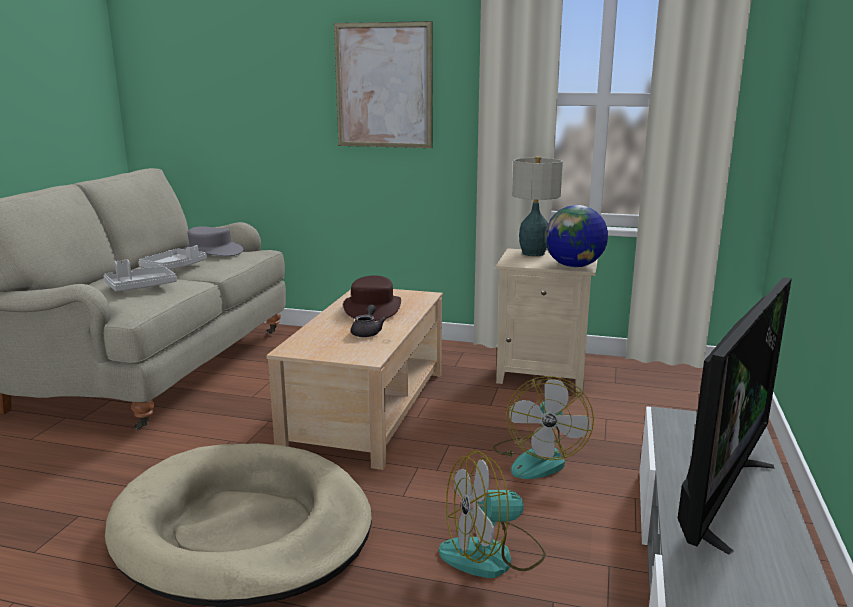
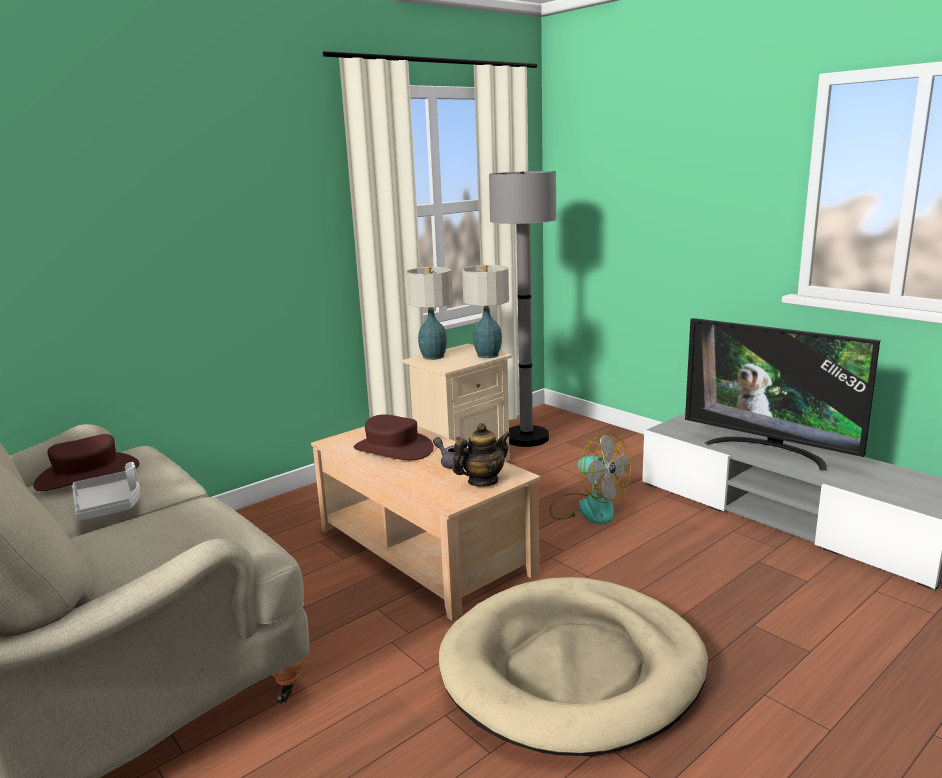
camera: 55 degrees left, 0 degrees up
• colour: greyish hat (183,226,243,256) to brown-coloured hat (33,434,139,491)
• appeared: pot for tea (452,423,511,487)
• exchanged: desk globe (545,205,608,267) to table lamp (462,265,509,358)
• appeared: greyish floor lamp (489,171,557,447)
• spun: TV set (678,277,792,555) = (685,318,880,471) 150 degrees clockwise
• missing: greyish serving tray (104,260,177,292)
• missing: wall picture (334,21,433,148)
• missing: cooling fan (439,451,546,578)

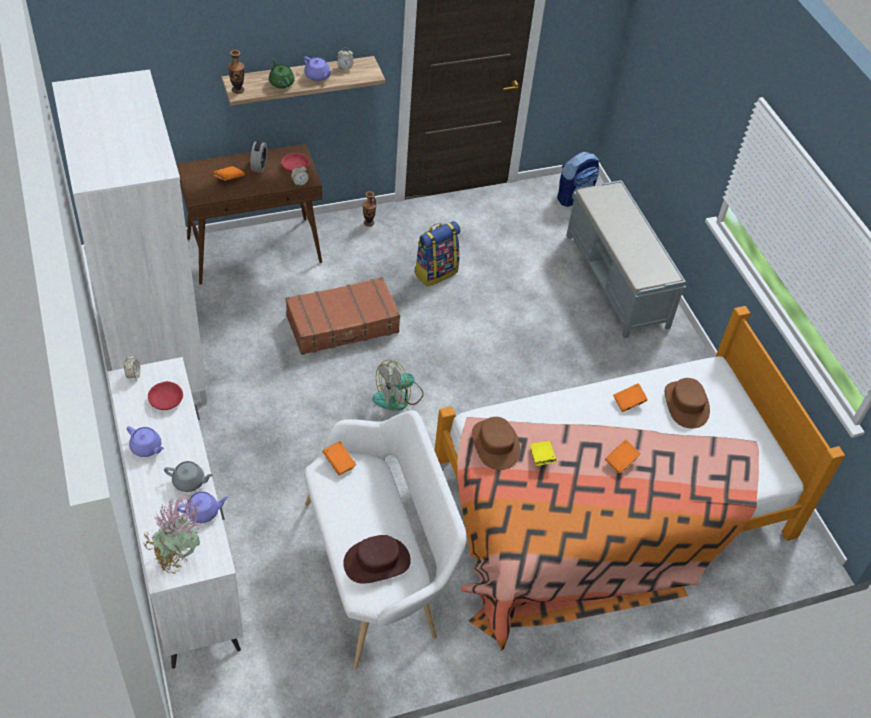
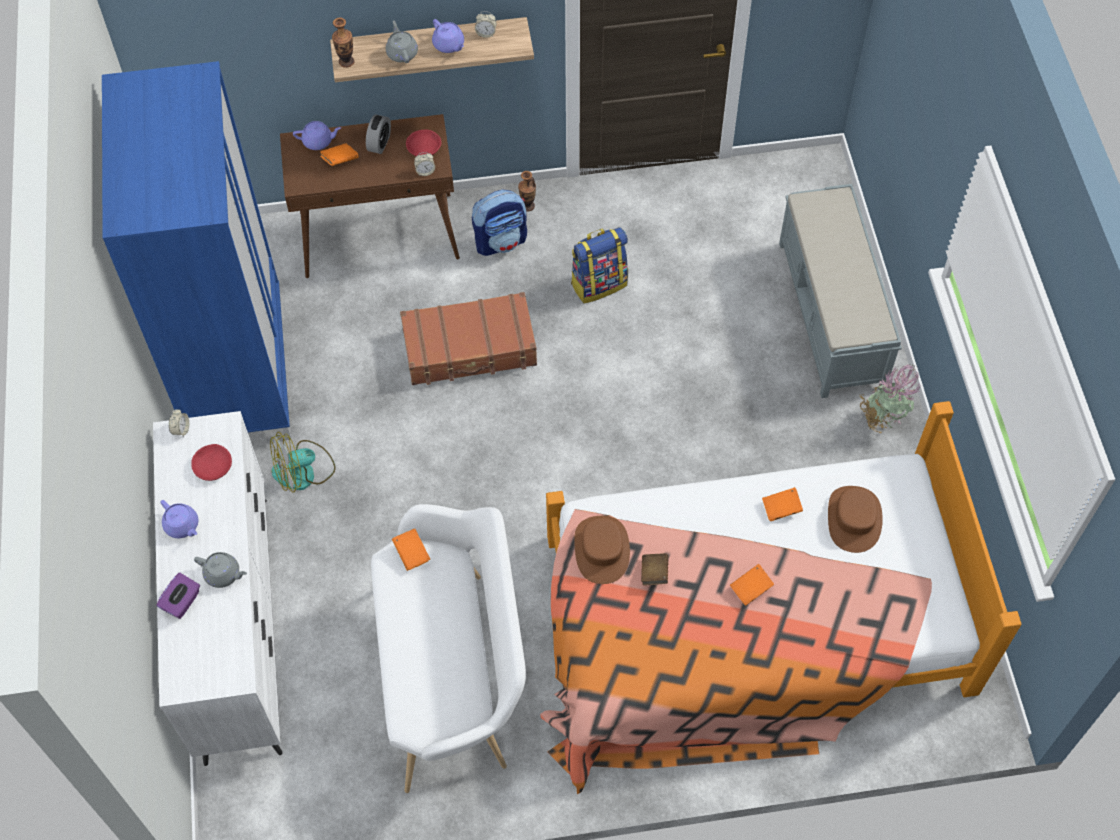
camera: 15 degrees right, 10 degrees up
• colour: whitish clothes cupboard (52,69,207,404) to blue clothes cupboard (102,61,291,440)
• appeared: purplish tissue box (156,573,200,619)
• relocated: cooling fan (373,360,424,411) to (270,432,336,492)
• relocated: purplish pot for tea (177,491,229,523) to (293,121,341,150)
• colour: green-coloured pot for tea (269,58,295,89) to greyish pot for tea (386,20,418,63)
• relocated: backpack (557,152,599,207) to (472,190,527,256)
• colour: yellow volume (530,441,557,466) to brown-coloured volume (641,553,668,586)
• relocated: plant in a pot (144,495,202,574) to (860,365,921,433)
• missing: brown-coloured hat (343,535,411,584)

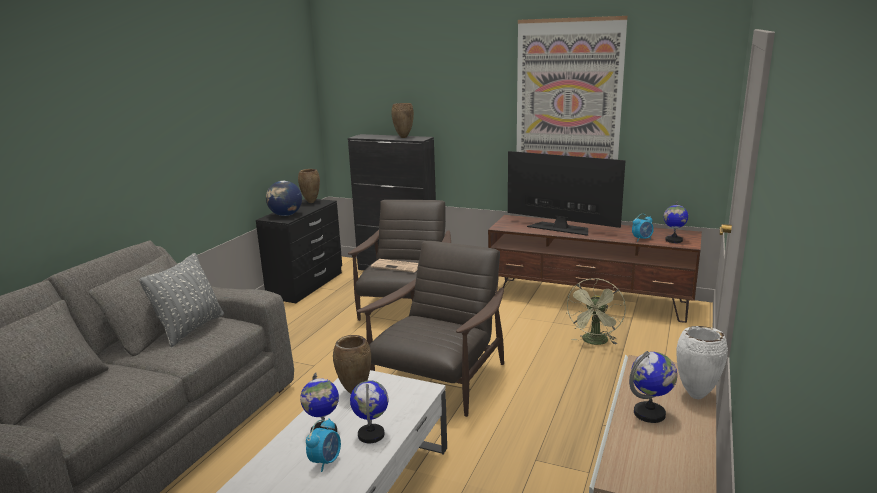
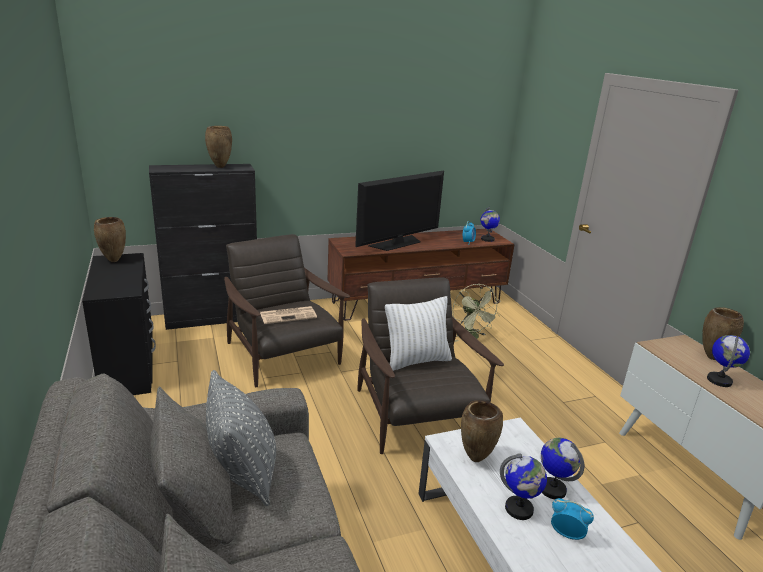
camera: 45 degrees left, 5 degrees up
• spun: TV set (508,151,626,236) = (355,171,444,251) 150 degrees clockwise
• appeared: whitish cushion (385,296,452,371)
• spun: alarm clock (306,418,341,472) = (551,498,594,540) 45 degrees counterclockwise
• colour: whitish vase (677,326,728,399) to brown-coloured vase (702,307,744,360)
• missing: desk globe (266,181,302,216)
• missing: wall picture (517,16,628,160)

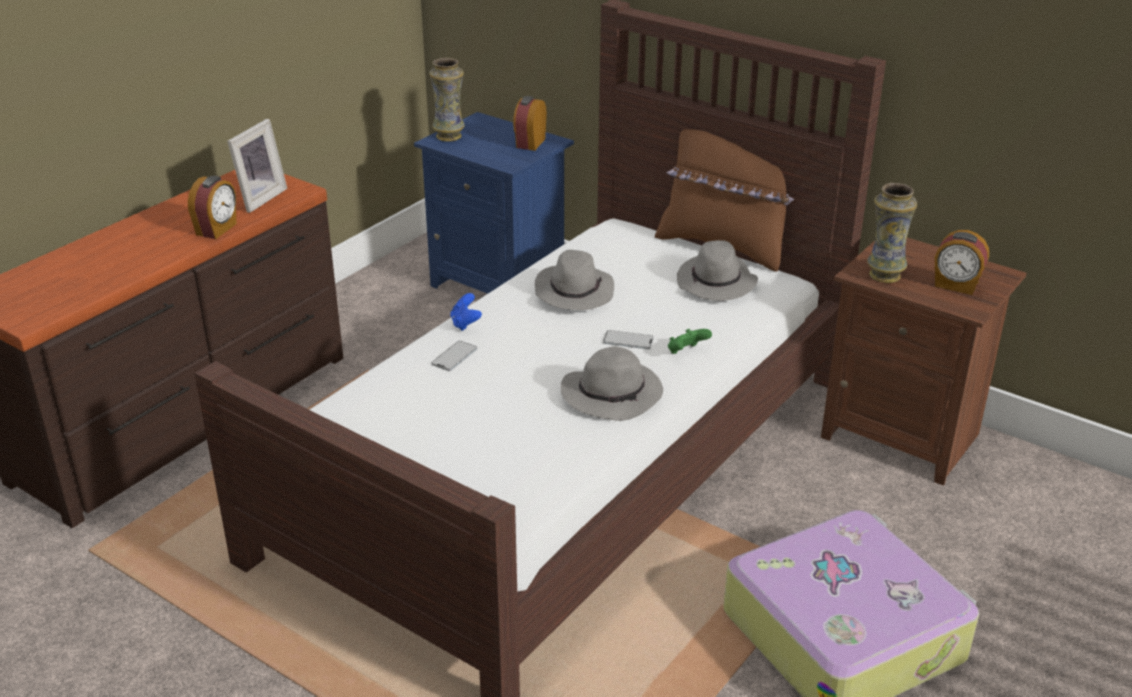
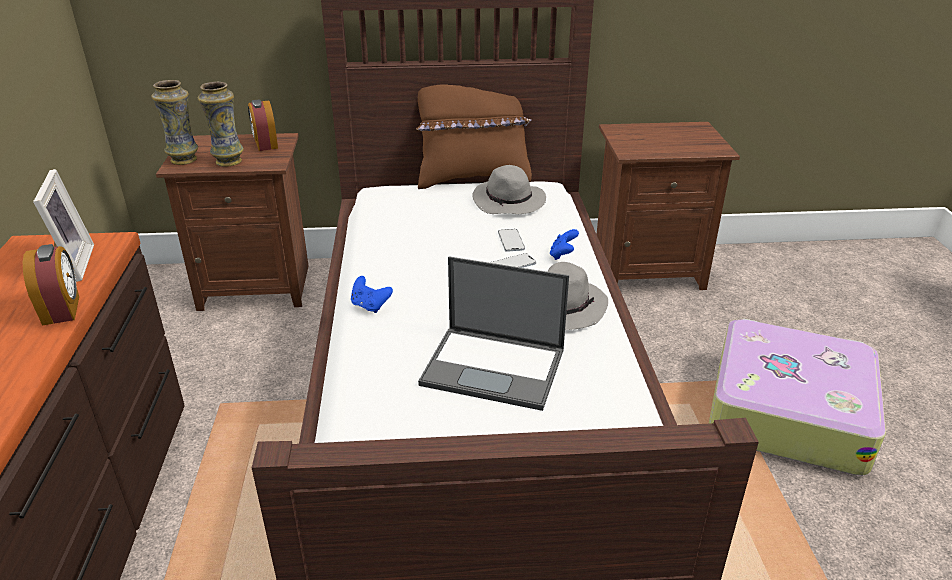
camera: 40 degrees left, 0 degrees up
• colour: blue night table (414,112,574,294) to brown-coloured night table (156,133,309,311)
• relocated: vase (867,183,917,283) to (198,82,244,167)
• appeared: laptop (418,256,569,411)
• relocated: phone (432,341,477,371) to (498,229,525,252)
• colour: green-coloured gamepad (668,329,712,354) to blue gamepad (550,229,579,260)
• missing: greyish hat (535,250,614,310)
• missing: alarm clock (935,230,989,295)

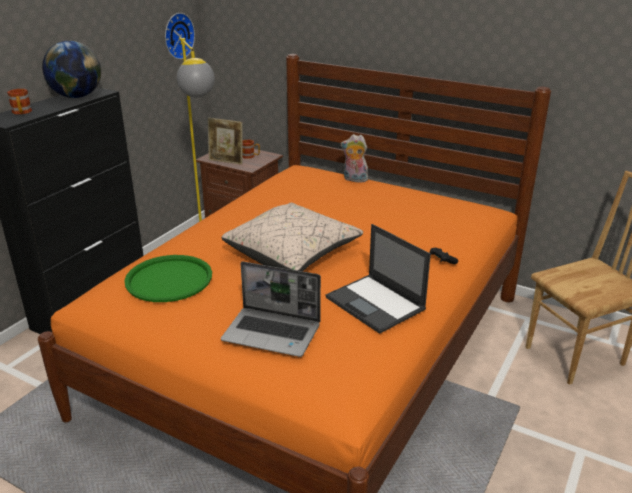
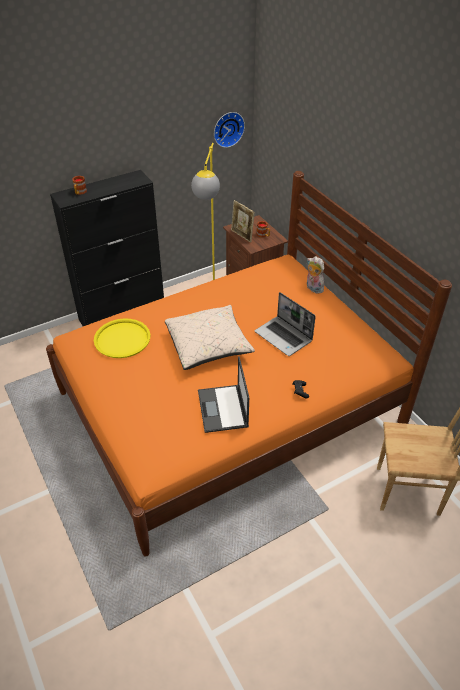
camera: 30 degrees right, 15 degrees up
• colour: green-coloured serving tray (124,255,212,302) to yellow serving tray (94,318,151,358)
• relocated: laptop (221,262,321,357) to (255,292,316,356)
• missing: desk globe (42,41,101,98)

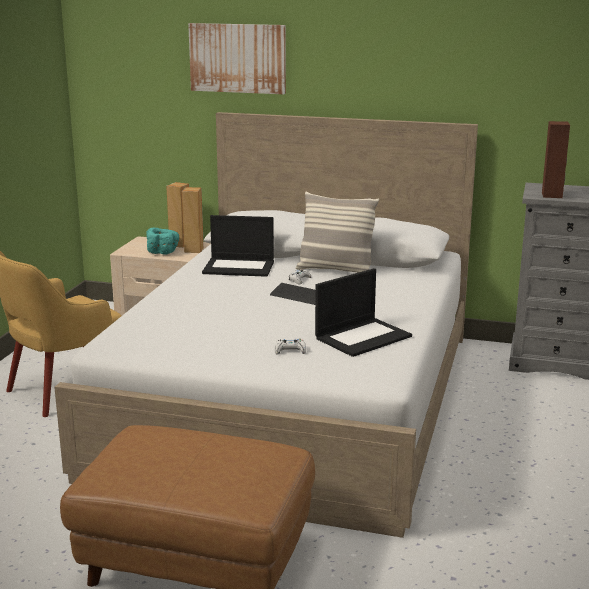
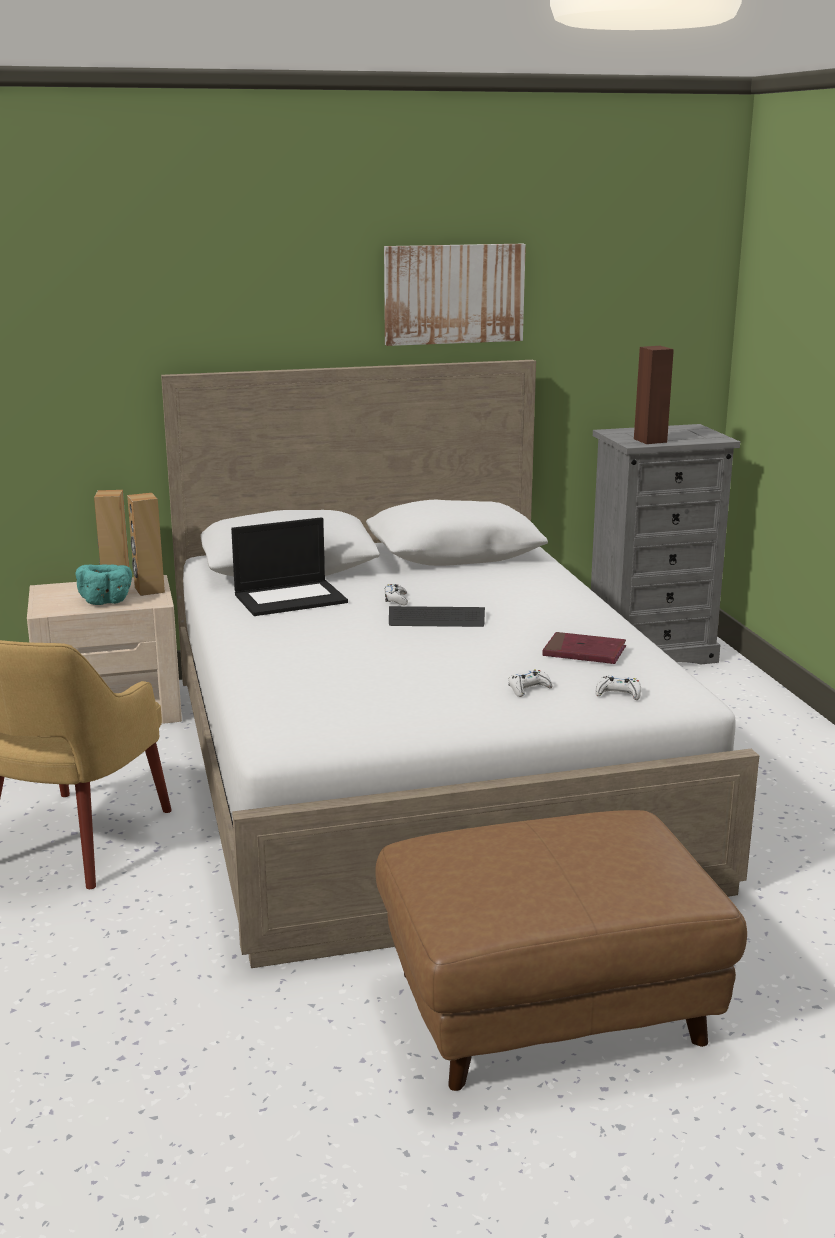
camera: 30 degrees left, 0 degrees up
• relocated: wall picture (188,23,286,94) to (384,244,526,346)
• exchanged: laptop (315,268,412,357) to red volume (543,632,626,664)
• appeared: whitish gamepad (595,676,641,700)
• missing: cushion (296,192,379,273)

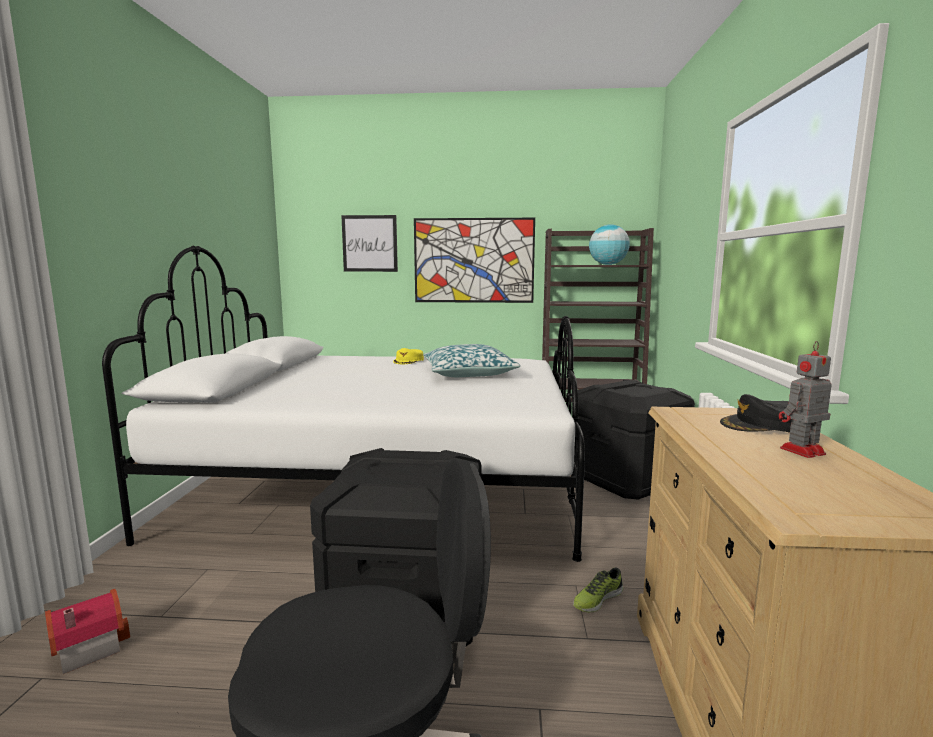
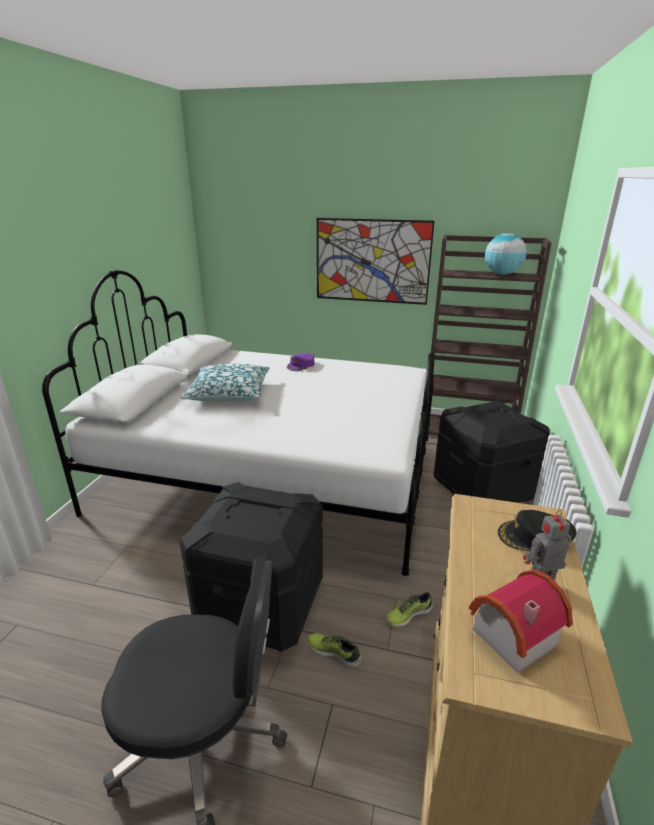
camera: 10 degrees right, 15 degrees up
• relocated: cushion (423,344,520,377) to (180,364,270,401)
• colour: yellow baseball cap (393,348,424,364) to purplish baseball cap (287,353,314,371)
• appeared: shoe (307,633,362,667)
• relocated: toy house (45,589,130,674) to (469,570,573,673)
• missing: wall picture (341,215,398,272)

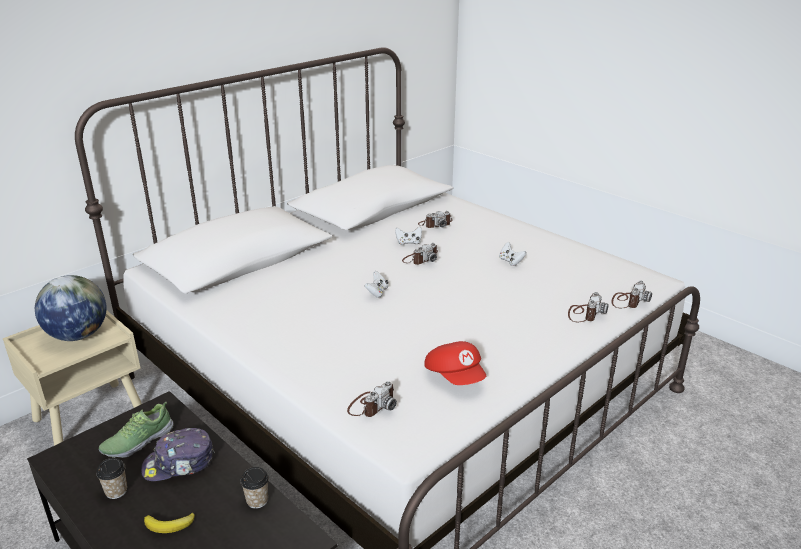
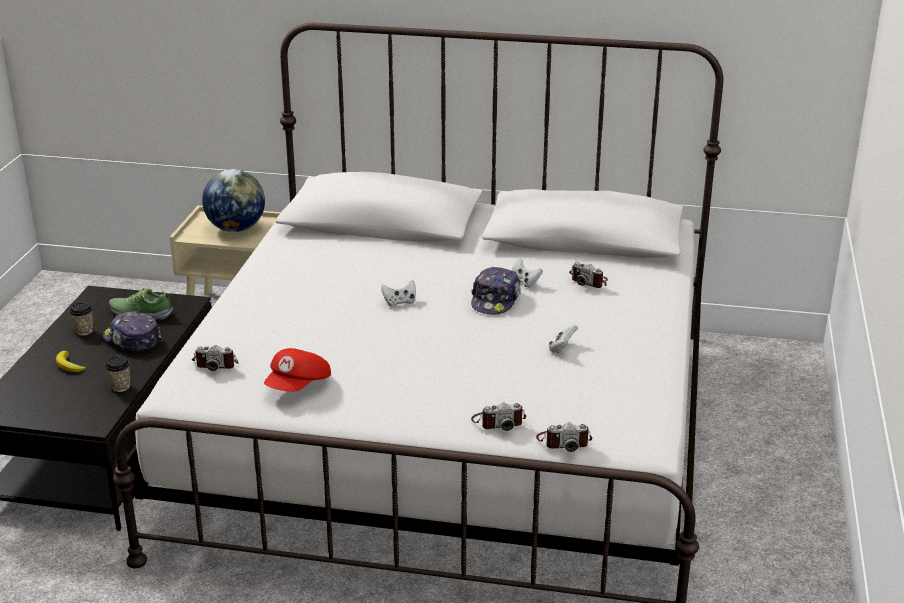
camera: 55 degrees right, 0 degrees up
• exchanged: photo camera (402,243,438,265) to baseball cap (471,266,521,315)

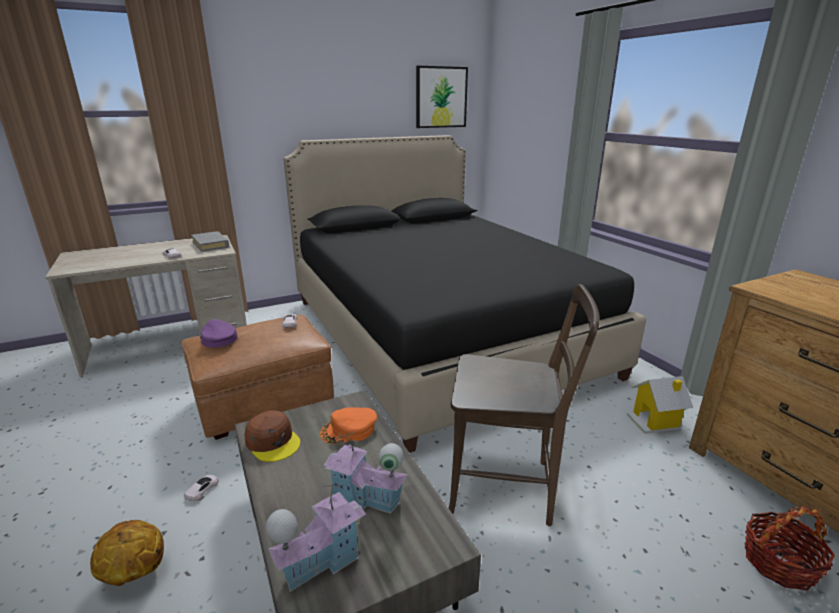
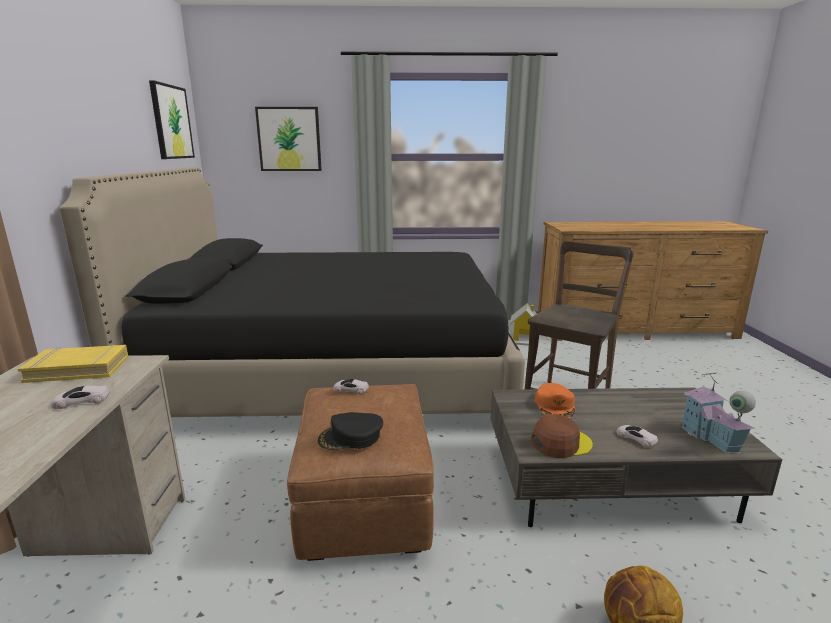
camera: 65 degrees left, 5 degrees down
• colour: greyish volume (191,231,229,252) to yellow volume (18,344,128,383)
• appeared: wall picture (255,107,322,171)
• colour: purplish baseball cap (200,319,238,348) to blackish baseball cap (318,412,383,450)
• relocated: whitish toy car (184,475,219,501) to (616,425,658,448)
• missing: toy house (323,432,408,514)
• missing: household basket (744,506,835,591)

